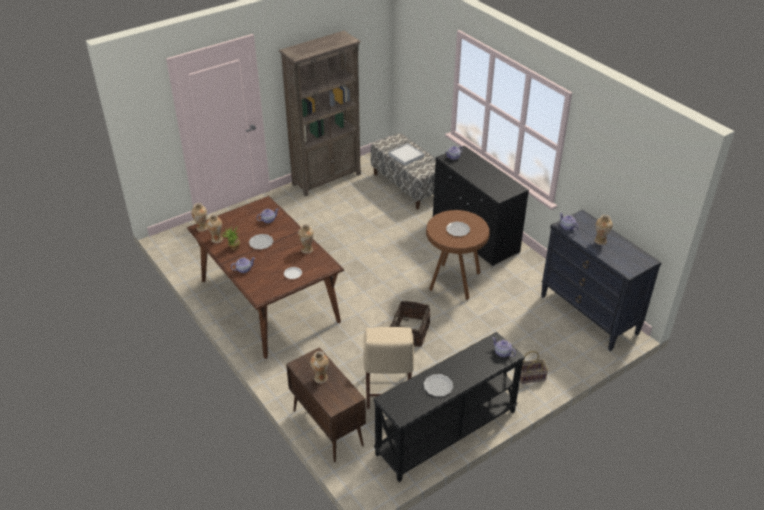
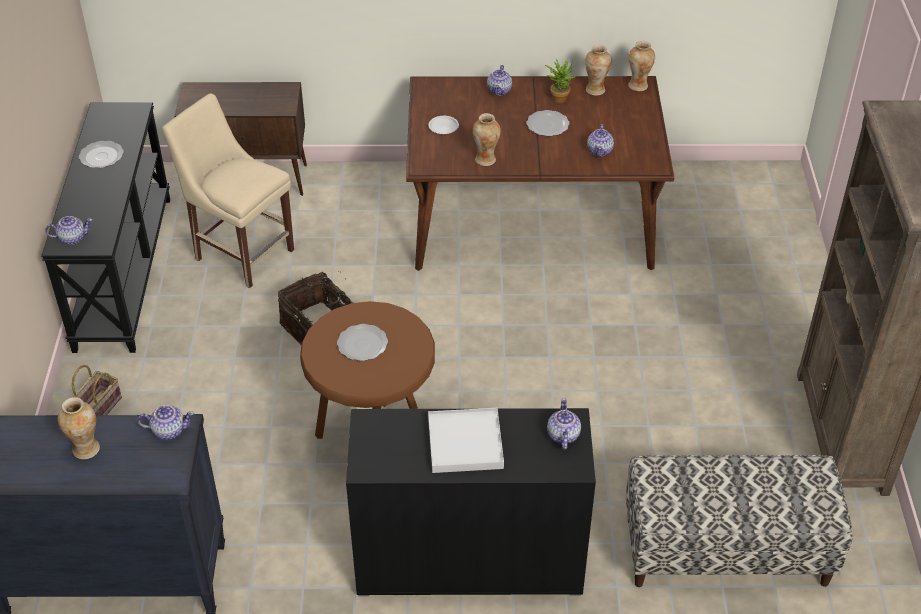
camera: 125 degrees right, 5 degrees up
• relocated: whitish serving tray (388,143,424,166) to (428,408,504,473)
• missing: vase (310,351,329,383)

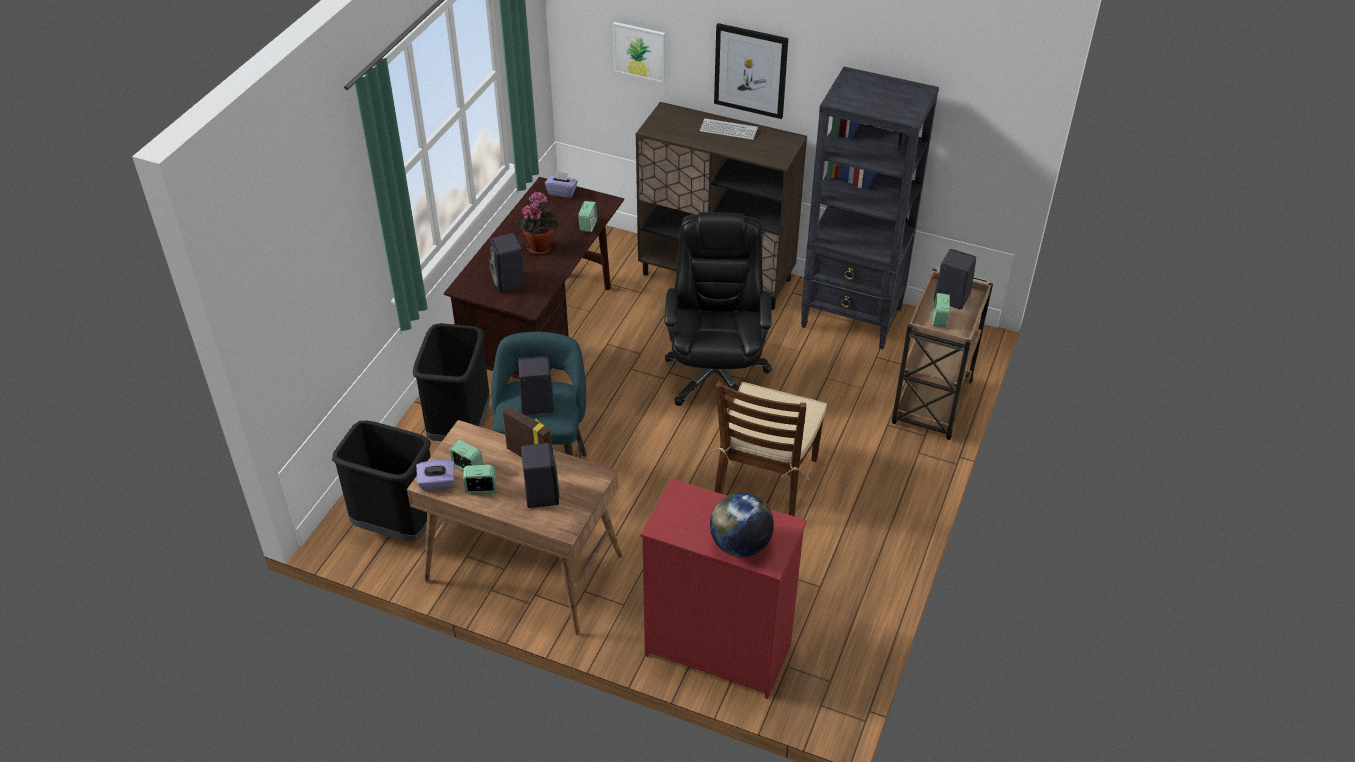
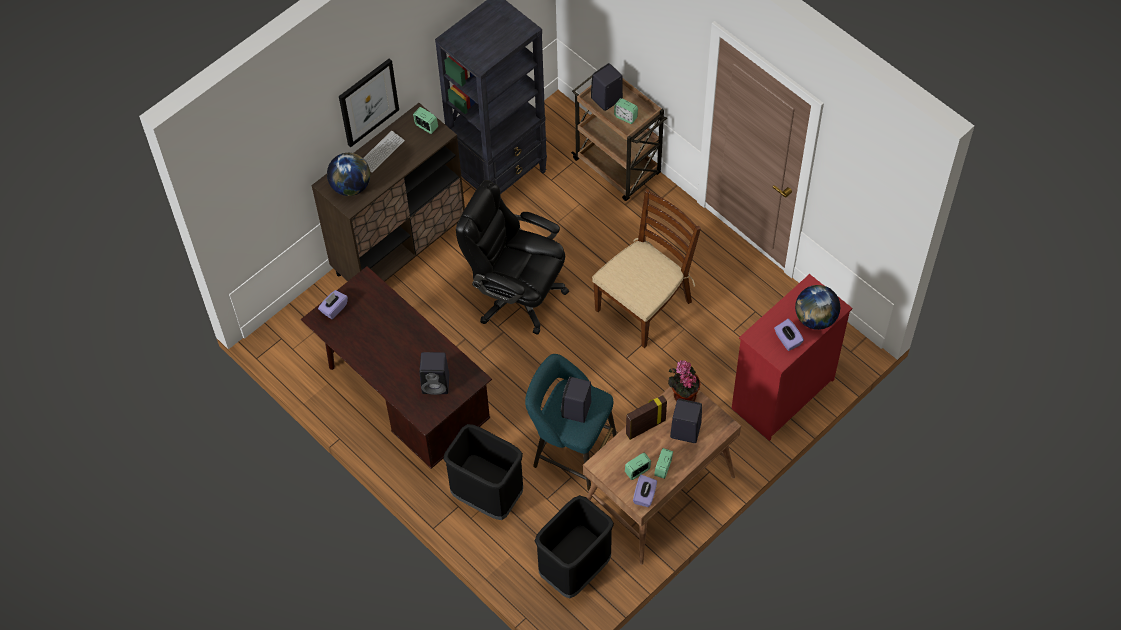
camera: 65 degrees left, 15 degrees up
• appeared: desk globe (327,153,370,196)
• relocated: alarm clock (578,201,598,232) to (413,107,438,134)
• spun: brown-coloured plain chair (709,381,827,517) = (592,189,701,348) 90 degrees counterclockwise
• relocated: plant in a pot (517,192,559,255) to (668,360,701,401)
• appeared: purplish tissue box (774,319,804,351)
• missing: wall picture (613,22,665,83)

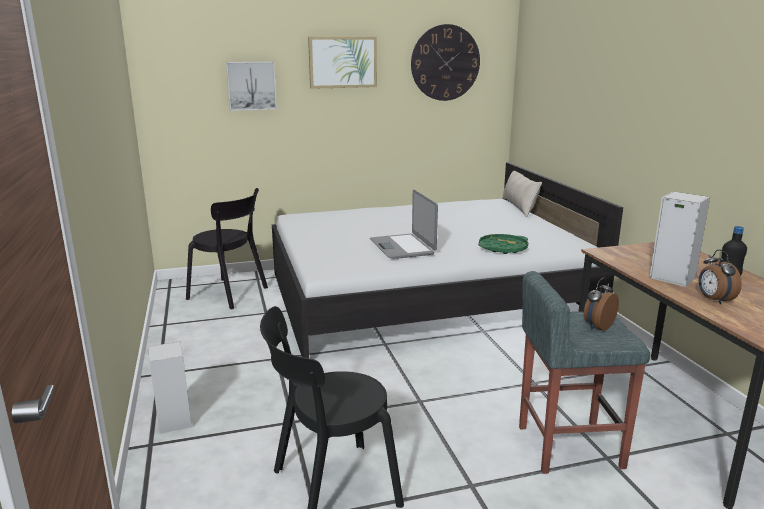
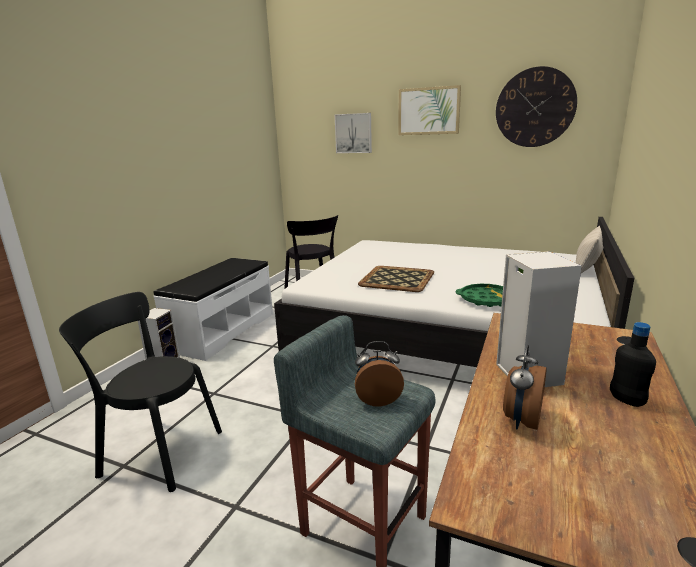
camera: 40 degrees right, 0 degrees up
• appeared: whitish bench (153,258,273,361)
• exchanged: laptop (370,190,438,259) to serving tray (358,266,434,292)

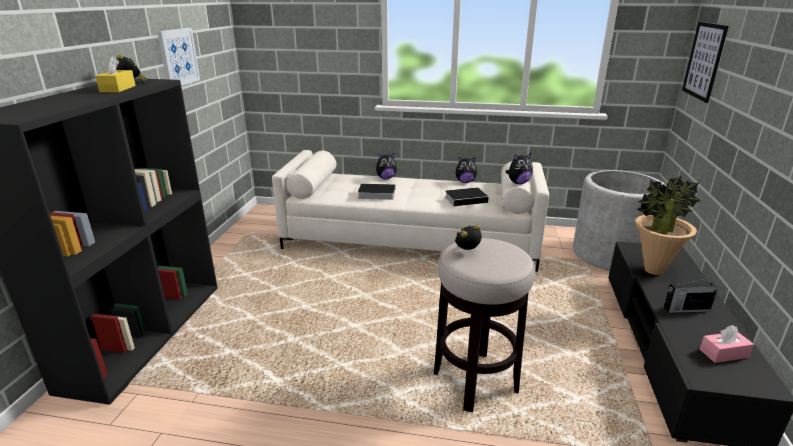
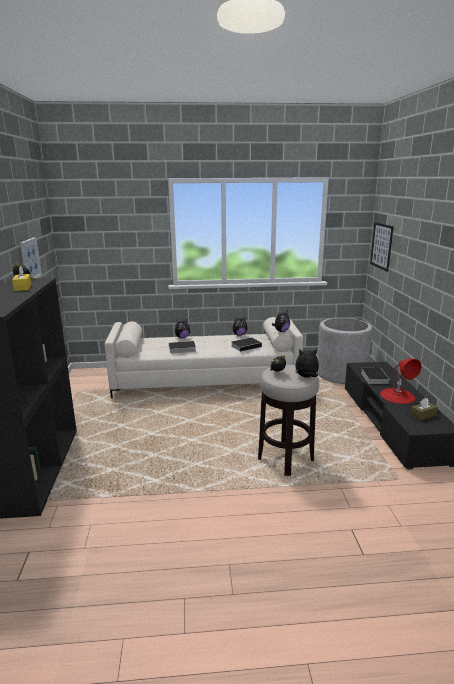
camera: 15 degrees left, 5 degrees down
• appeared: cuddly toy (295,348,319,378)
• exchanged: plant in a pot (635,175,701,275) to volume (361,368,390,384)
• exchanged: radio receiver (664,277,718,313) to red table lamp (380,359,421,404)
• colour: pink tissue box (700,325,754,363) to brown-coloured tissue box (411,398,438,421)

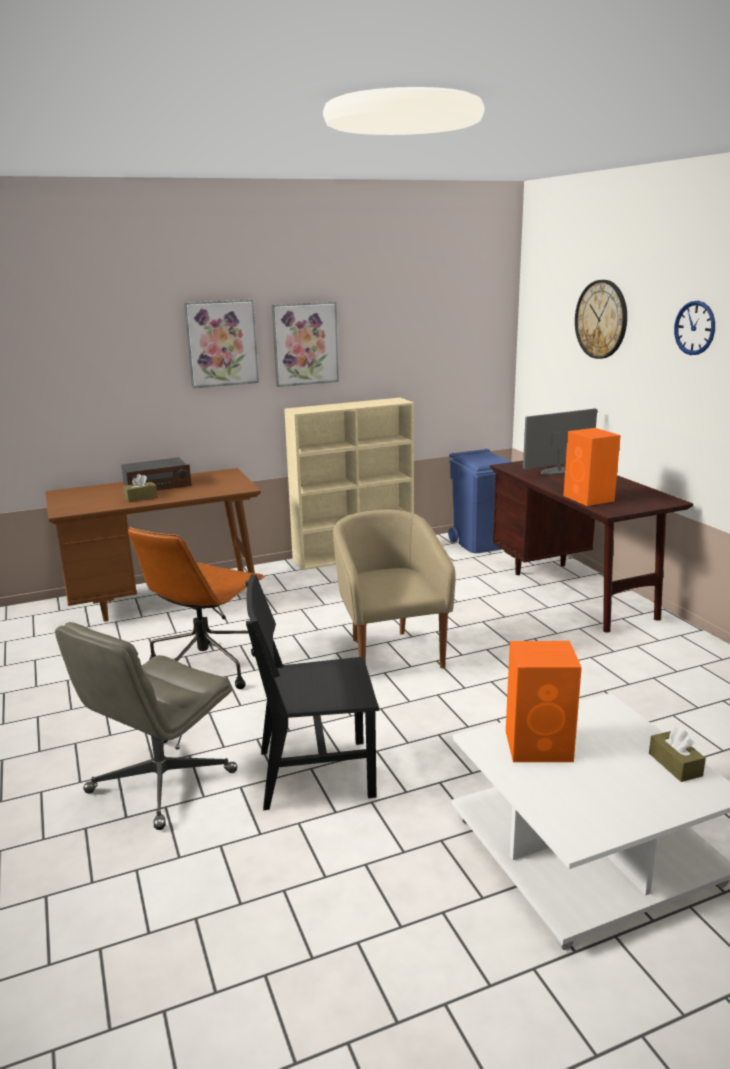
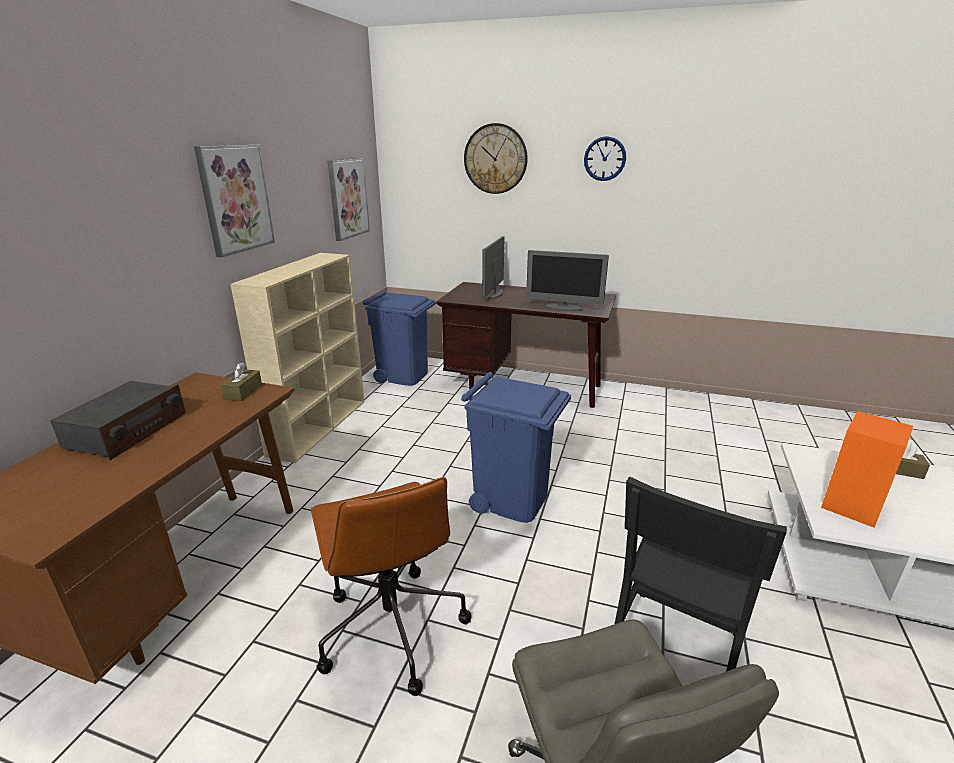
camera: 50 degrees left, 5 degrees up
• relocated: brown-coloured tissue box (123,474,158,502) to (220,362,262,401)
• relocated: wall picture (184,299,259,388) to (327,158,370,241)
• exchanged: beige easy chair (333,510,456,668) to blue rubbish bin (461,372,571,523)
• exchanged: orange-coloured speaker (563,428,621,506) to monitor (526,250,609,311)

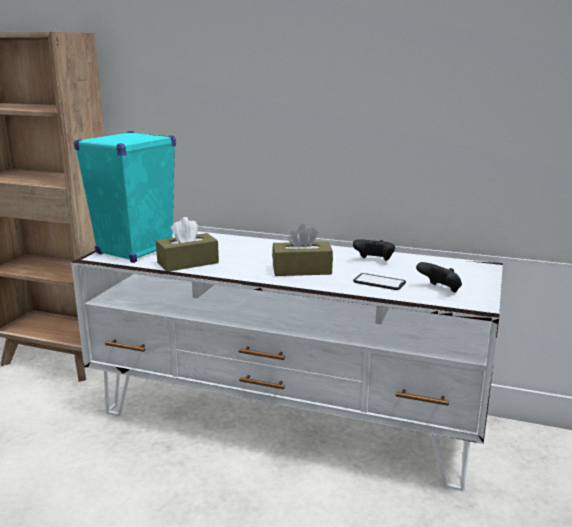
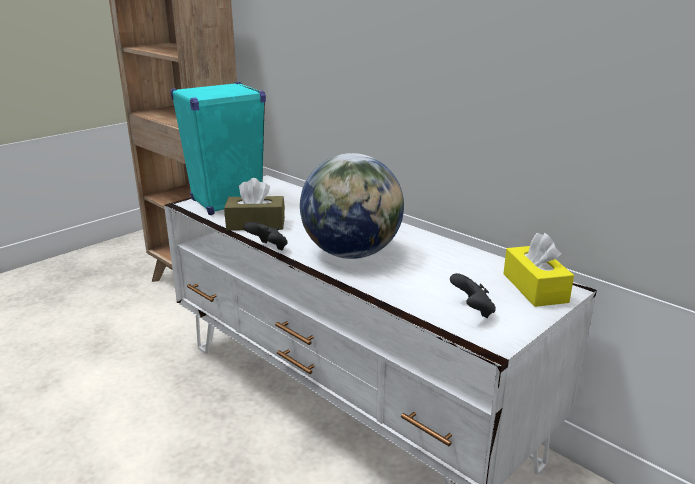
camera: 25 degrees right, 5 degrees up
• relocated: blackish gamepad (353,239,395,261) to (243,222,288,251)
• exchanged: brown-coloured tissue box (272,224,333,276) to desk globe (300,153,404,259)
• appeared: yellow tissue box (503,233,574,307)
• missing: phone (353,273,406,290)

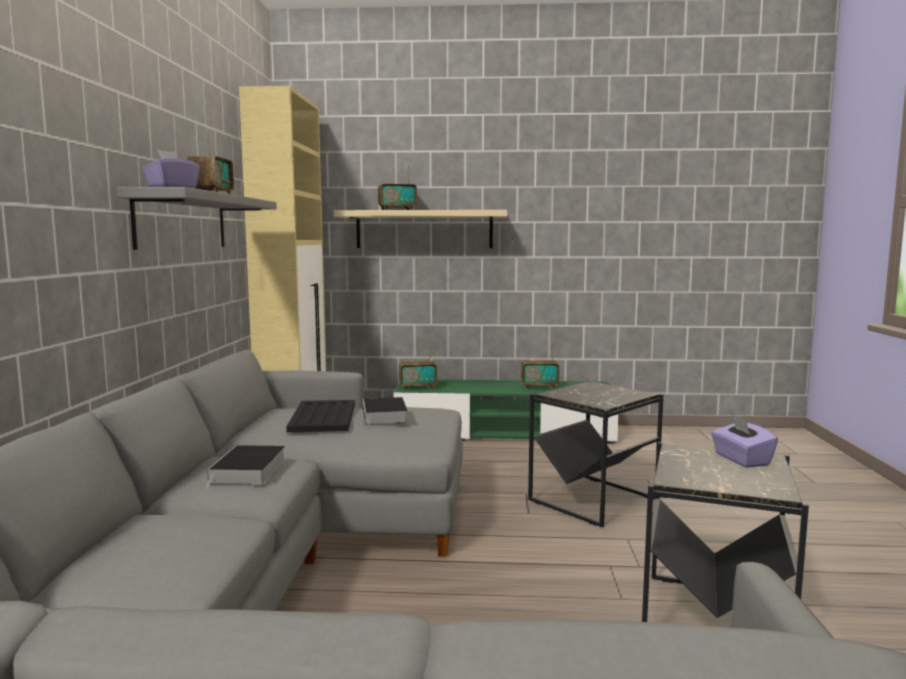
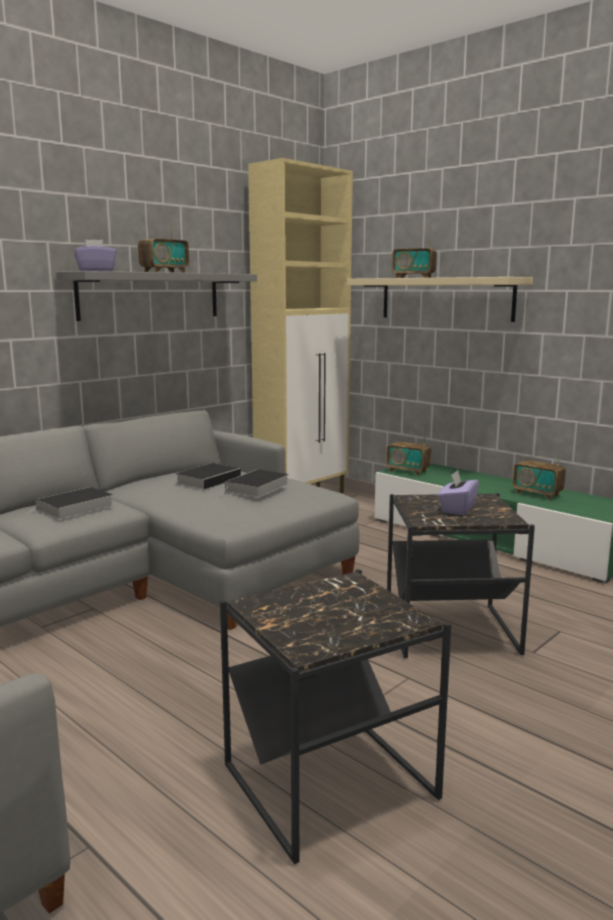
camera: 40 degrees right, 5 degrees up
• exchanged: blackish serving tray (286,400,355,432) to volume (176,463,241,490)
• relocated: purplish tissue box (711,414,778,468) to (438,470,479,515)

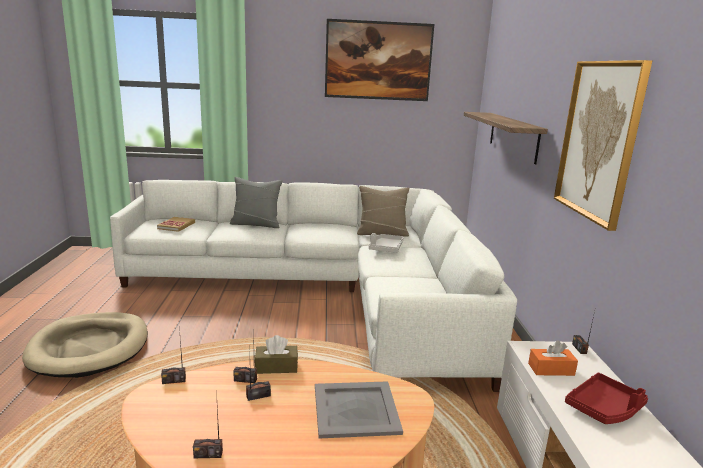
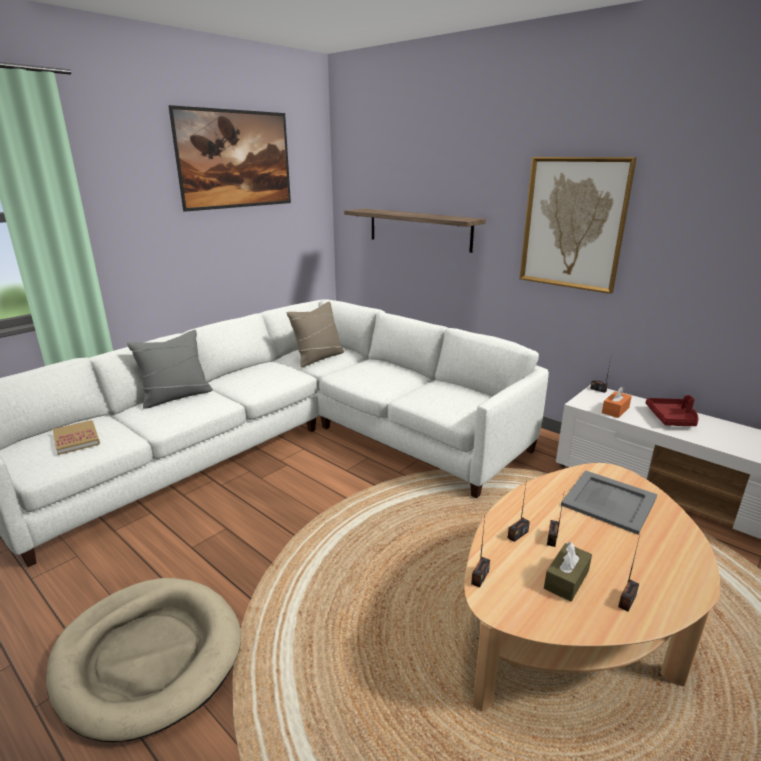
camera: 45 degrees left, 5 degrees up
• relocated: brown-coloured tissue box (255,335,298,374) to (544,542,592,602)
• missing: greyish serving tray (369,233,403,253)

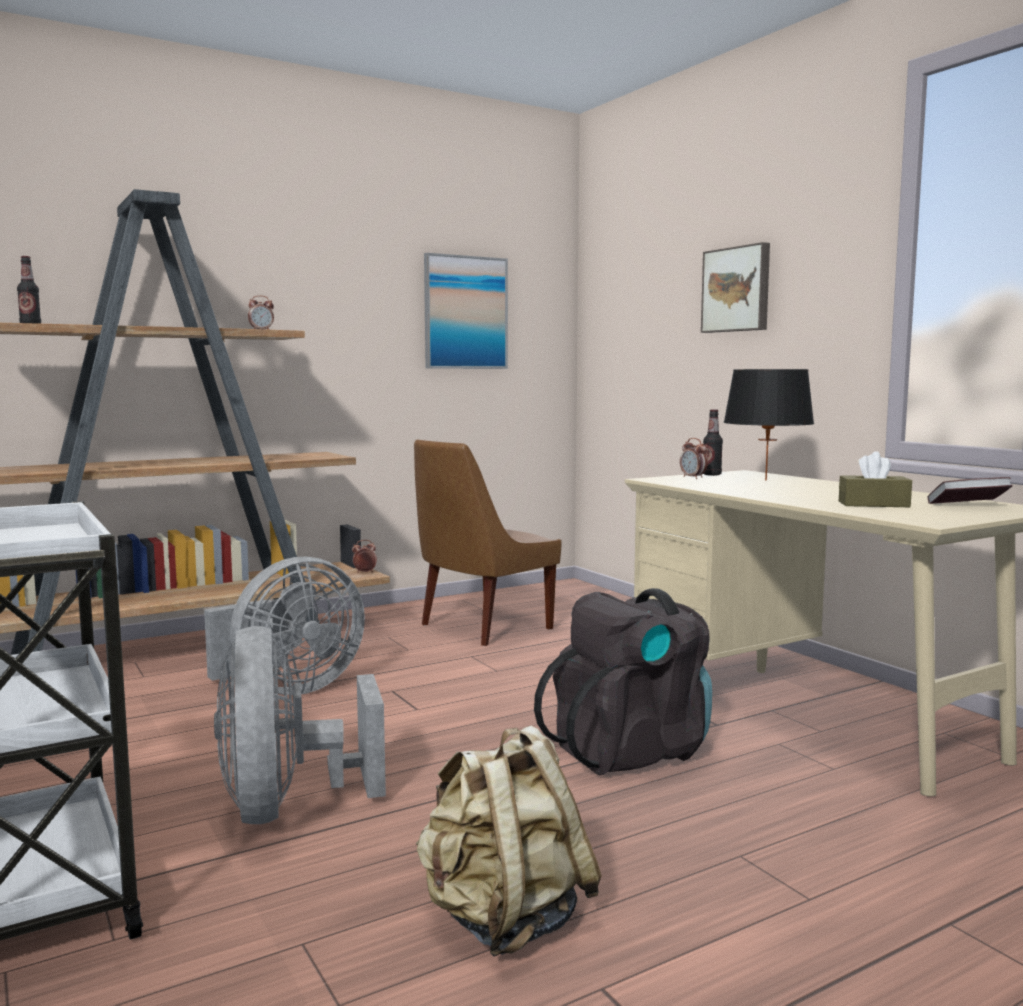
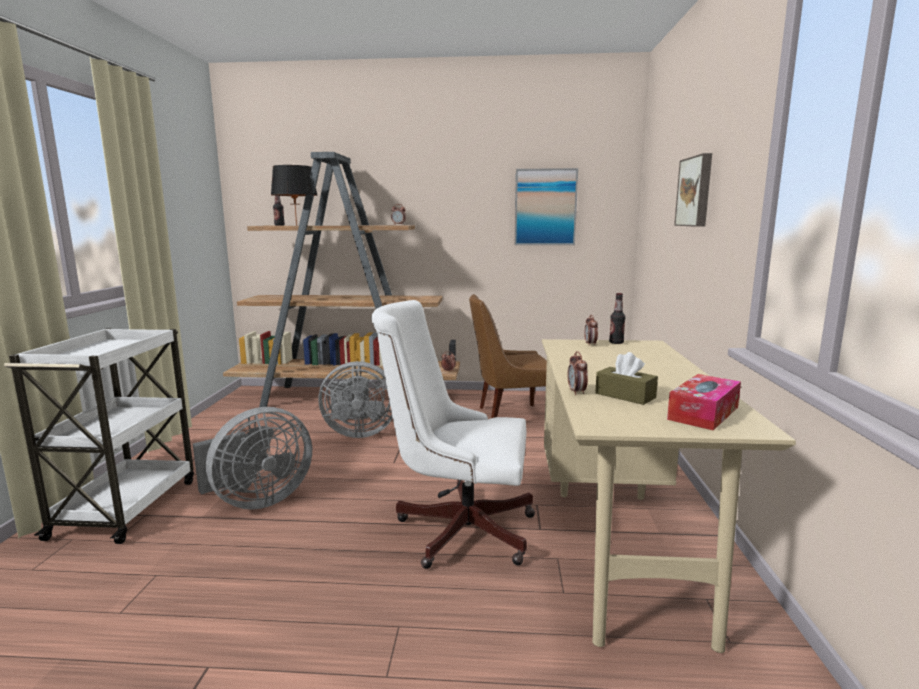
camera: 35 degrees right, 5 degrees up
• spun: greyish cooling fan (214,626,386,824) = (193,407,312,510) 150 degrees counterclockwise
• relocated: blackish table lamp (723,369,814,481) to (271,165,318,226)
• exchanged: blackish backpack (534,588,712,775) to whitish office chair (371,300,535,569)
• appeared: alarm clock (567,351,588,395)
• exchanged: volume (928,477,1013,504) to tissue box (667,374,741,430)
• missing: beige backpack (416,726,602,956)

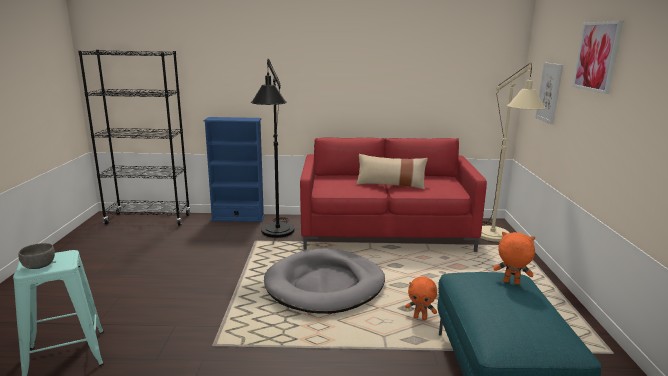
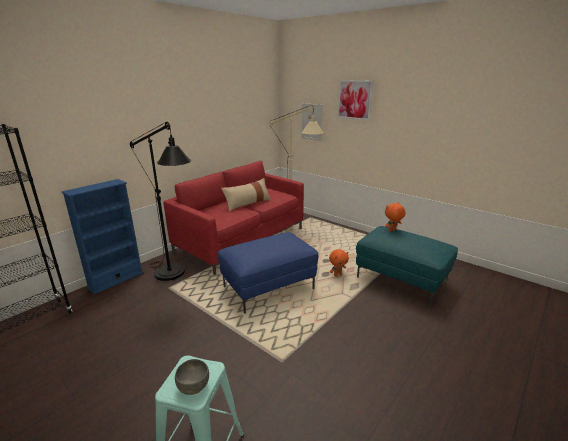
camera: 50 degrees left, 5 degrees up
• exchanged: greyish dog bed (264,248,385,314) to blue ottoman (217,232,319,314)

